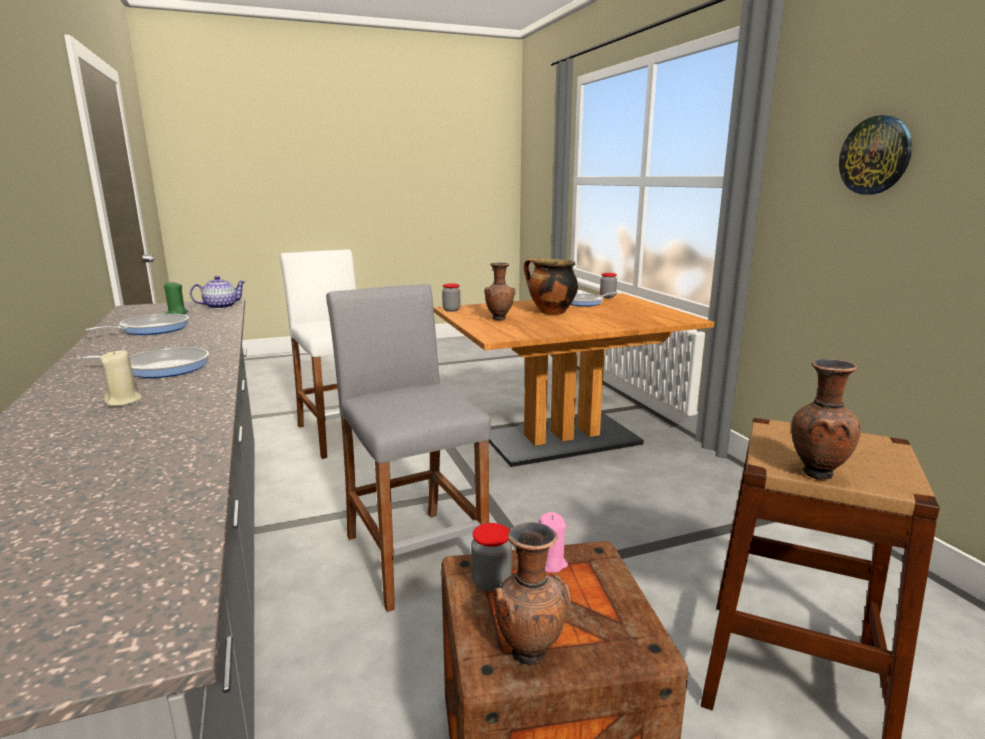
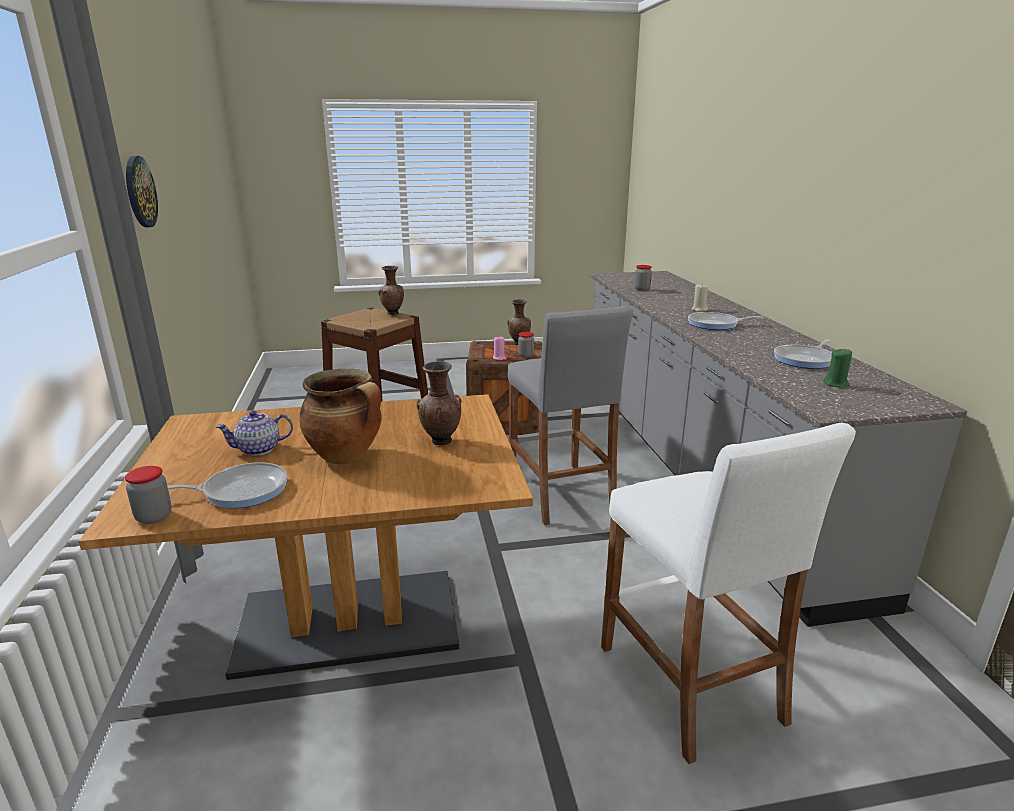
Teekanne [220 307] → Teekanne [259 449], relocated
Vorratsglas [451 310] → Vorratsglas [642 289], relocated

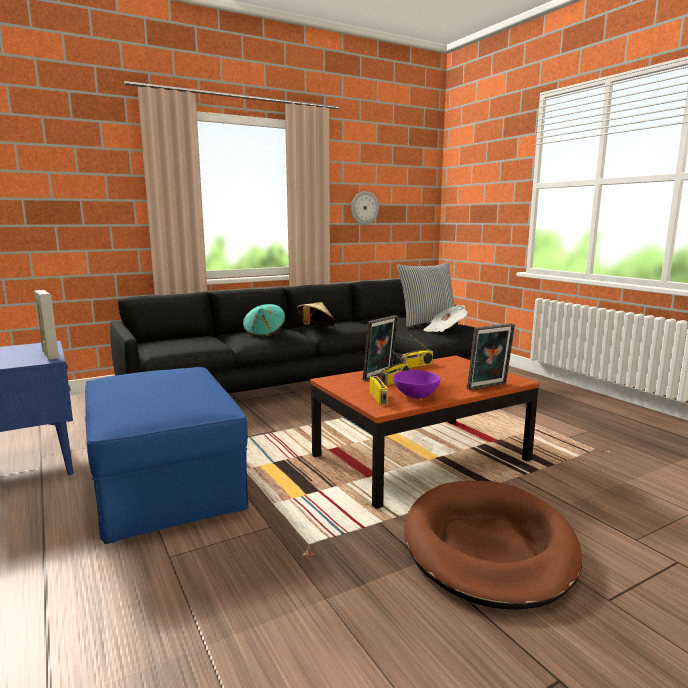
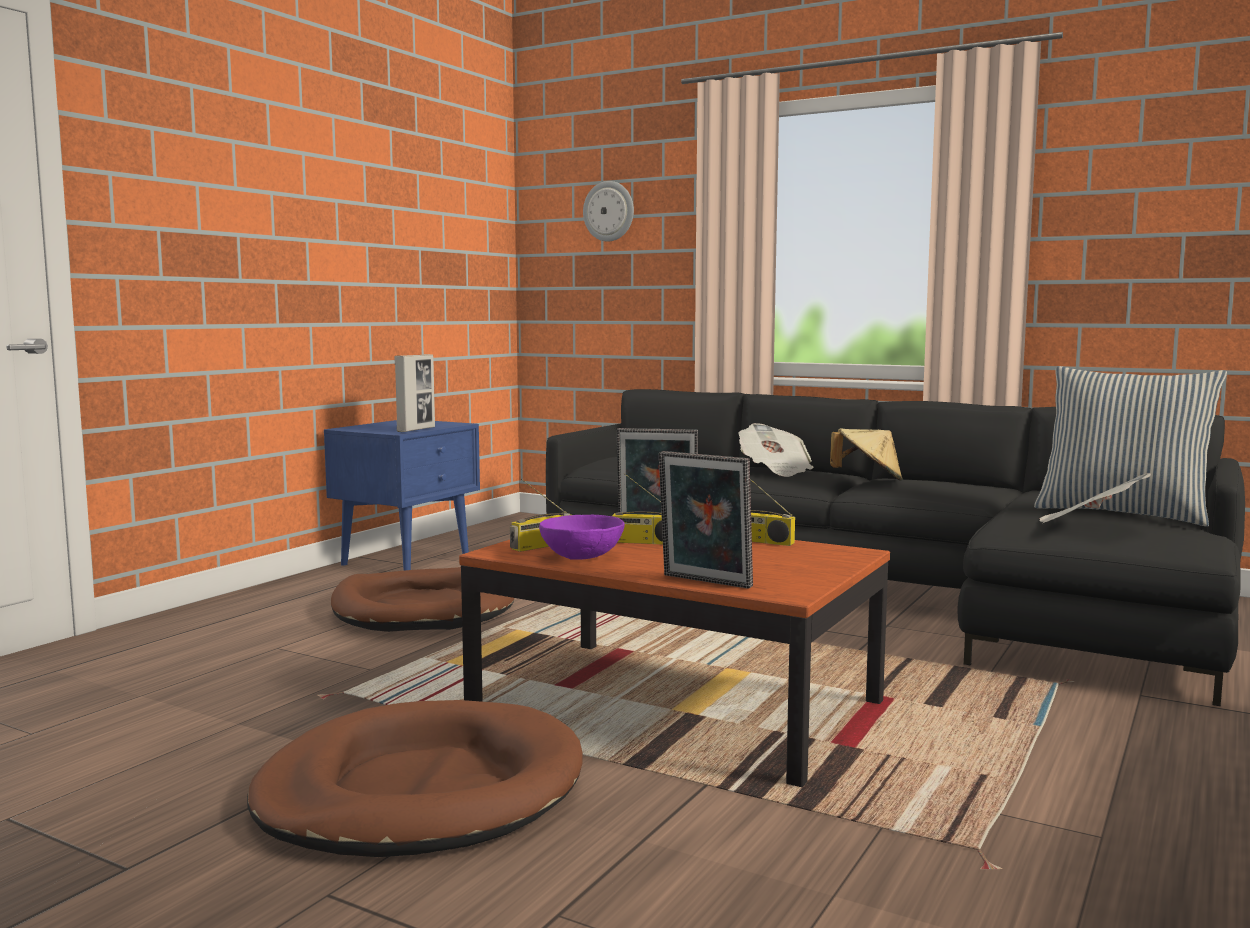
Wanduhr [364 208] → Wanduhr [609 211], relocated
Polsterhocker (blau) [165 484] → Hundebett (braun) [423 608]
Hut (türkis) [265 333] → Zeitung [775 471]

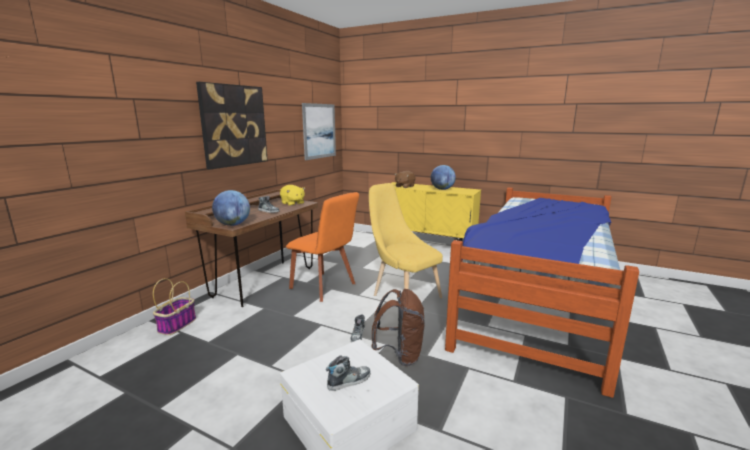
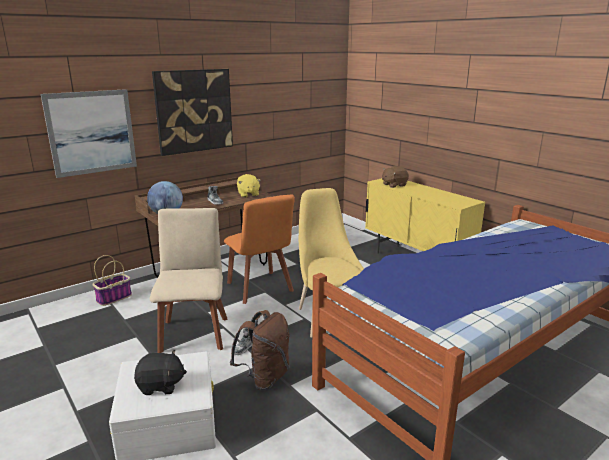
Globus [442 189] → -
- → Stuhl (beige) [194 332]
Bild [319 131] → Bild [91 132], relocated
Schuh [349 381] → Plüschtier (schwarz) [160 385]

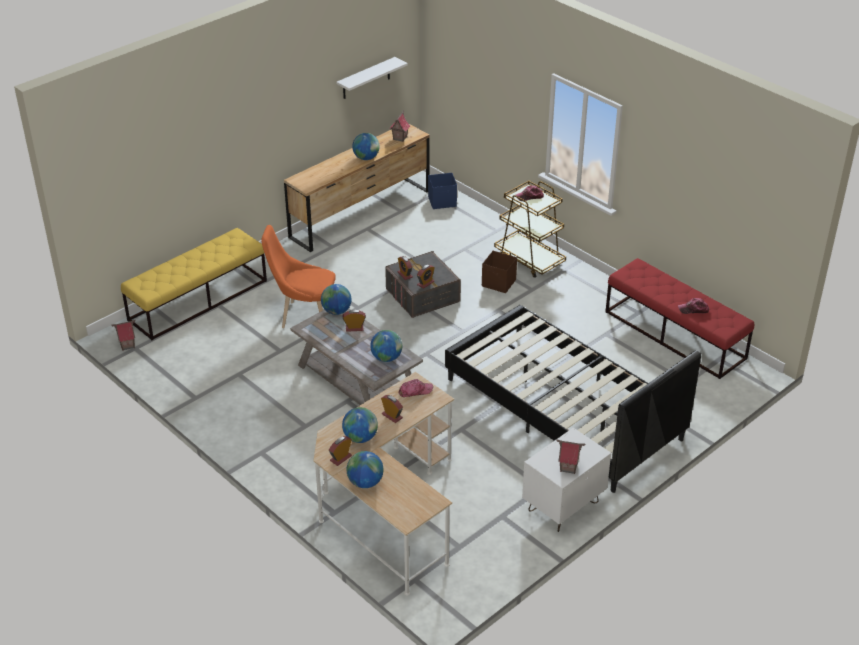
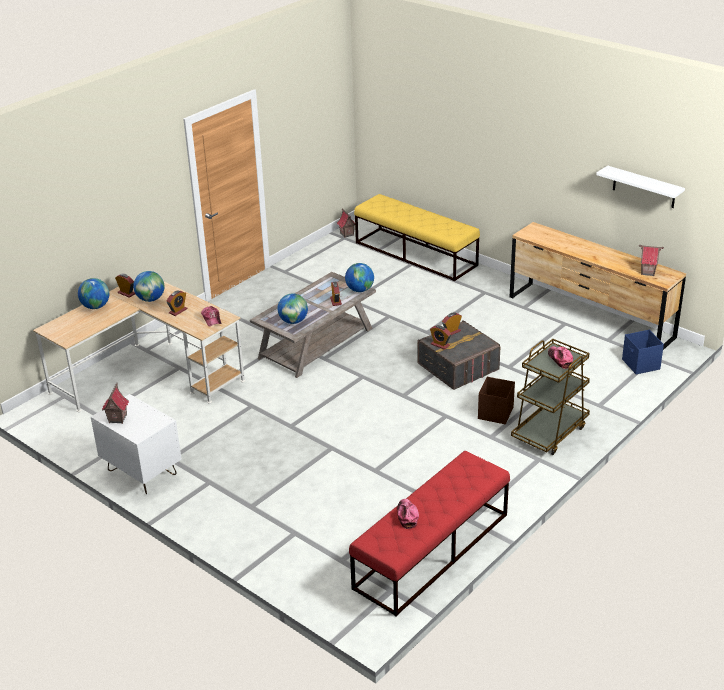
Stuhl (orange) [304 316] → -
Globus [366 158] → -
Bett (schwarz) [563 409] → -

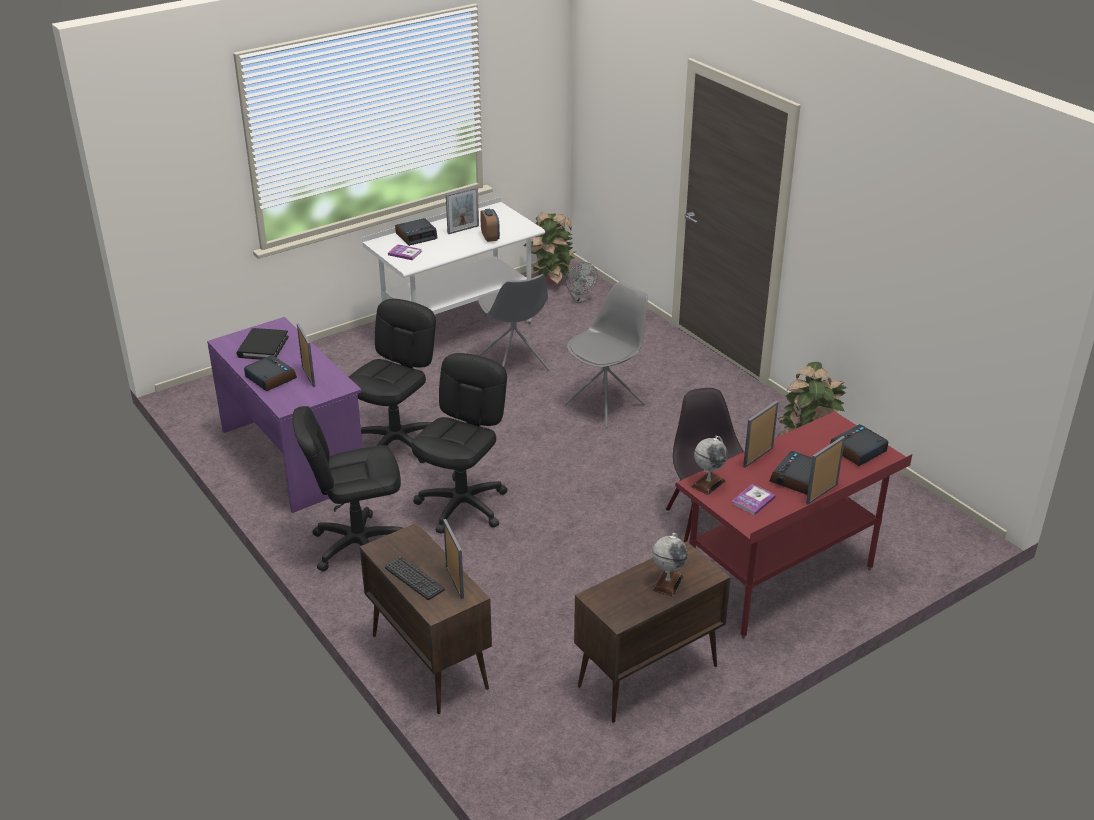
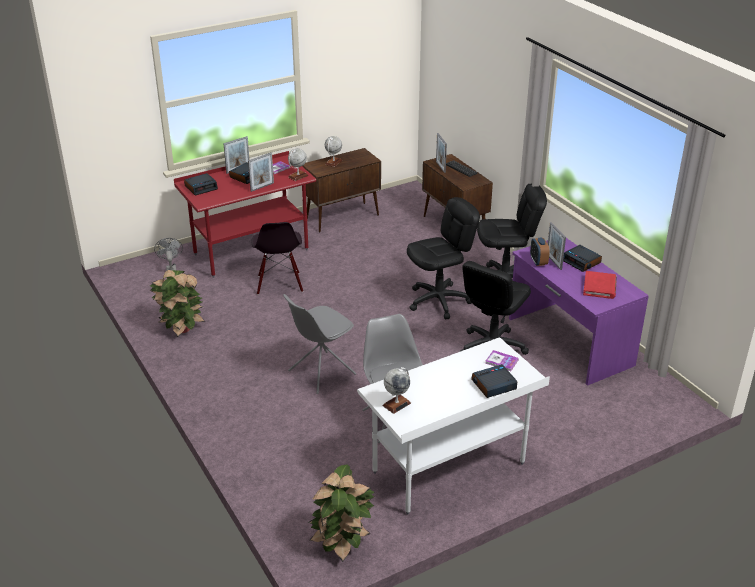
Bilderrahmen [463 230] → -
- → Globus [396 404]
Wecker [490 237] → Wecker [538 262], relocated
Ventilator (grau) [580 299] → Ventilator (grau) [171 269], relocated
Buch (schwarz) [263 347] → Buch (rot) [599 287]
Bürostuhl (schwarz) [463 506] → Bürostuhl (schwarz) [439 301], 150 degrees counterclockwise

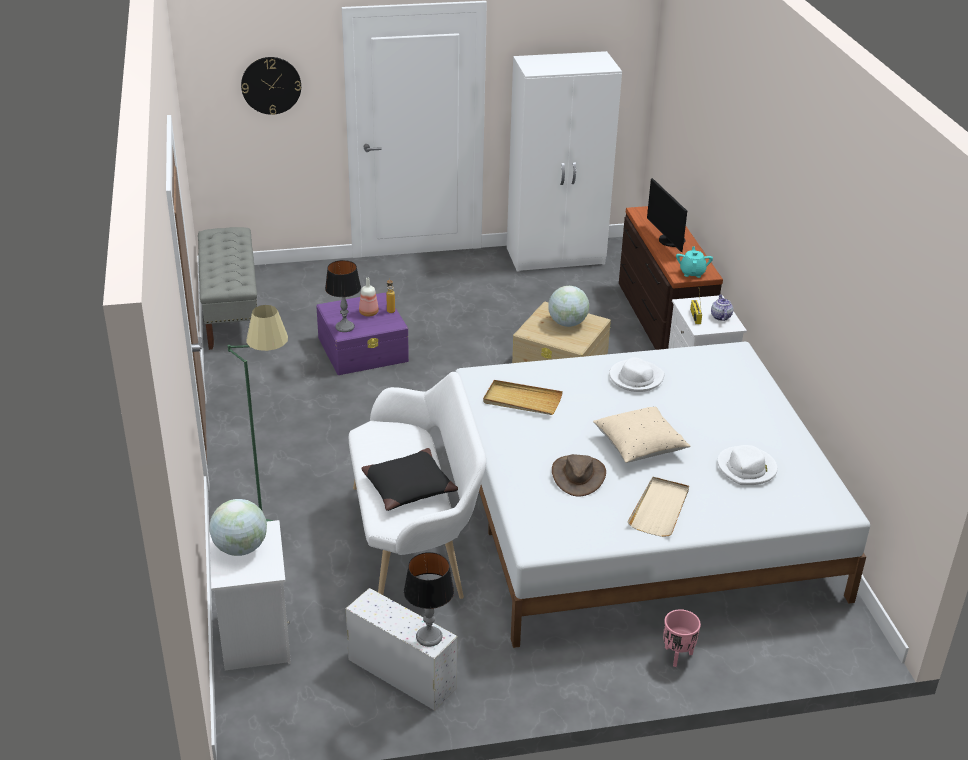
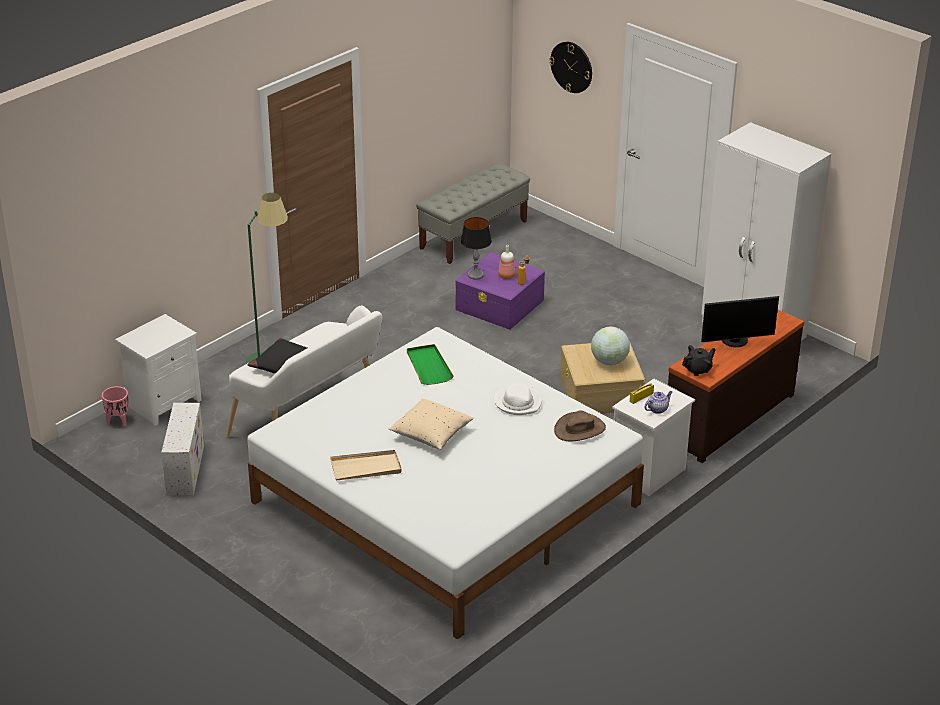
Globus [240 548] → -
Tischlampe [429 637] → -
Hut (weiß) [747 468] → -
Hut (braun) [578 476] → Hut (braun) [579 429], relocated
Pflanzkübel (rosa) [677 655] → Pflanzkübel (rosa) [118 421], relocated
Tablett (beige) [522 400] → Tablett (grün) [428 366]
Teekanne (türkis) [692 272] → Teekanne (schwarz) [698 370]
Monitor [669 241] → Monitor [735 341], 135 degrees counterclockwise

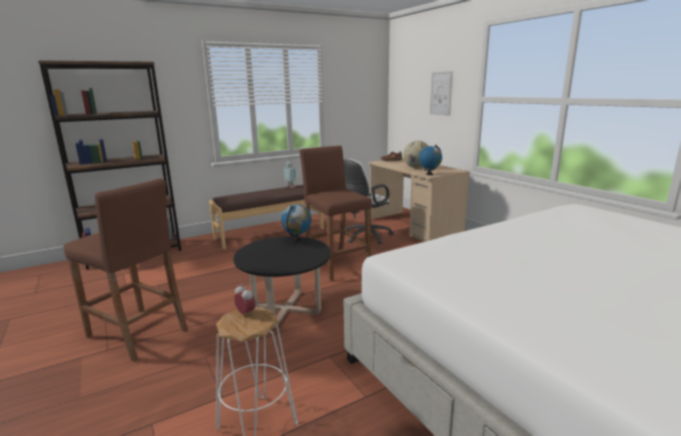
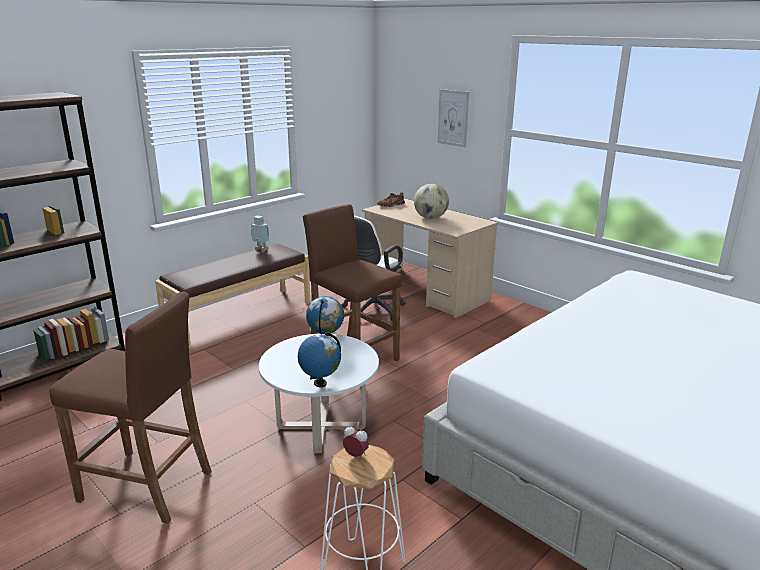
Globus [429 174] → Globus [320 383], relocated
Couchtisch (schwarz) [286 309] → Couchtisch (weiß) [321 427]

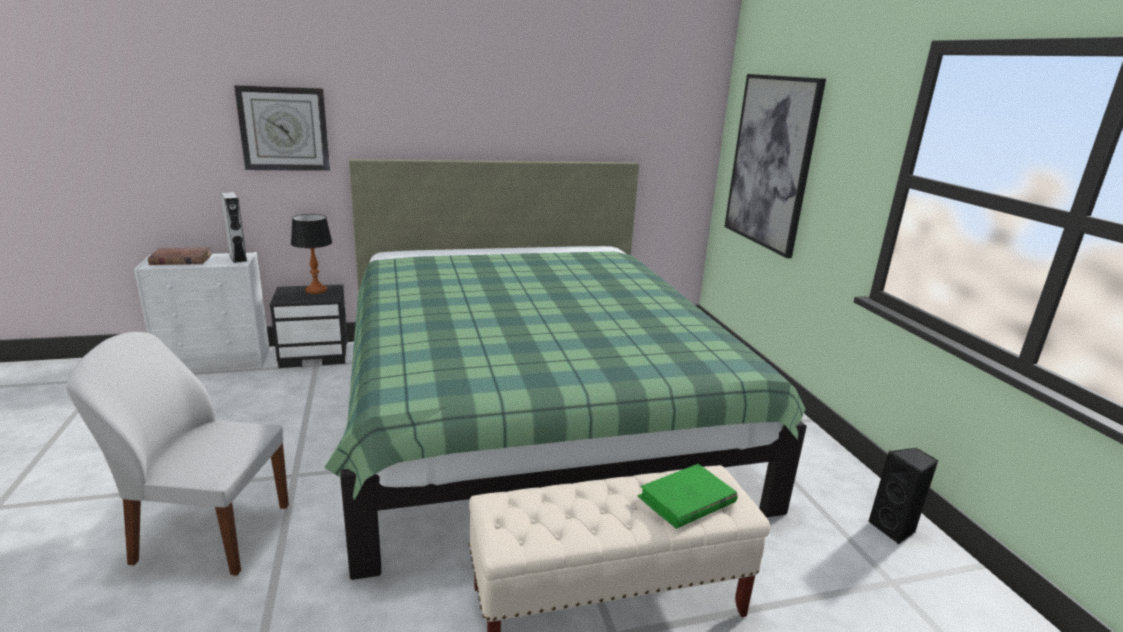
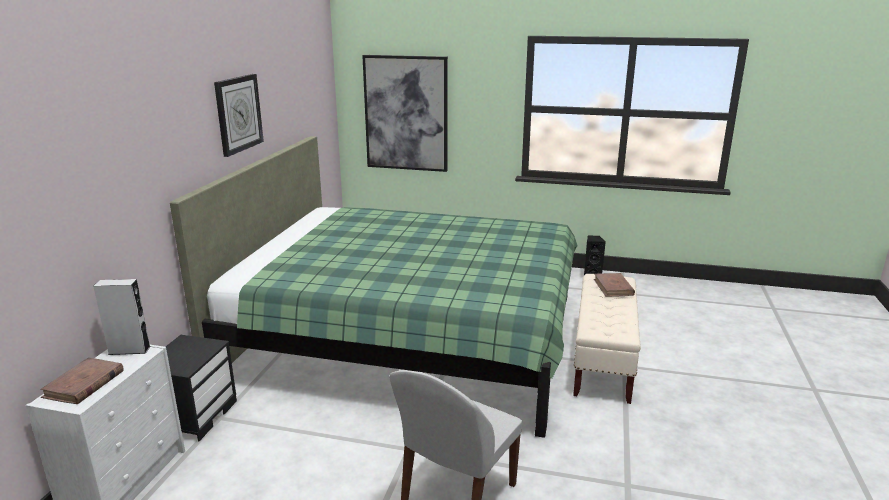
Tischlampe [316 290] → -
Wanduhr [284 129] → Wanduhr [238 114], relocated
Buch (grün) [686 500] → Buch (braun) [613 287]

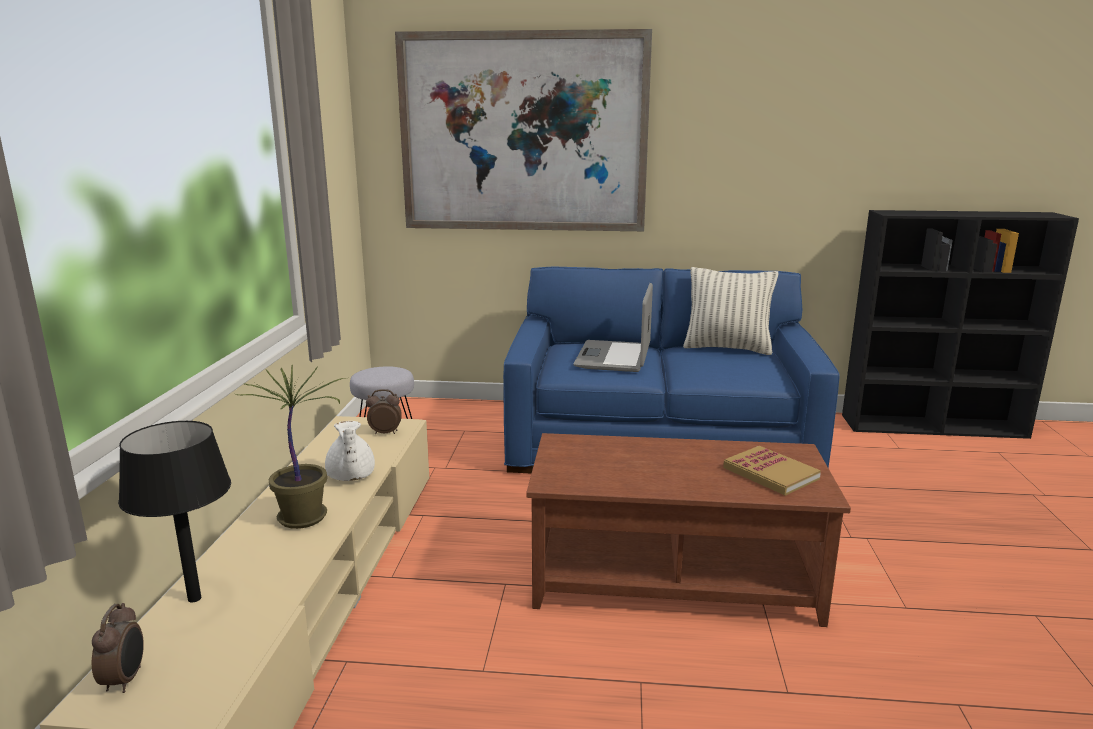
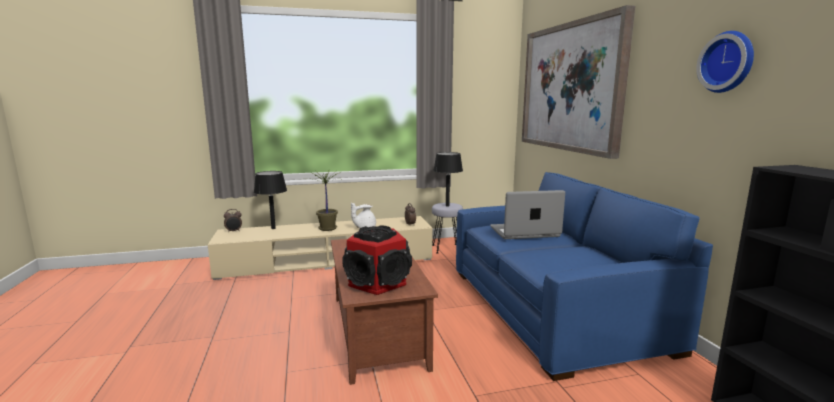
Kissen [727 348] → -
- → Tischlampe (schwarz) [447 206]
- → Wanduhr [728 62]
Buch [770 473] → Lautsprecher [378 282]

